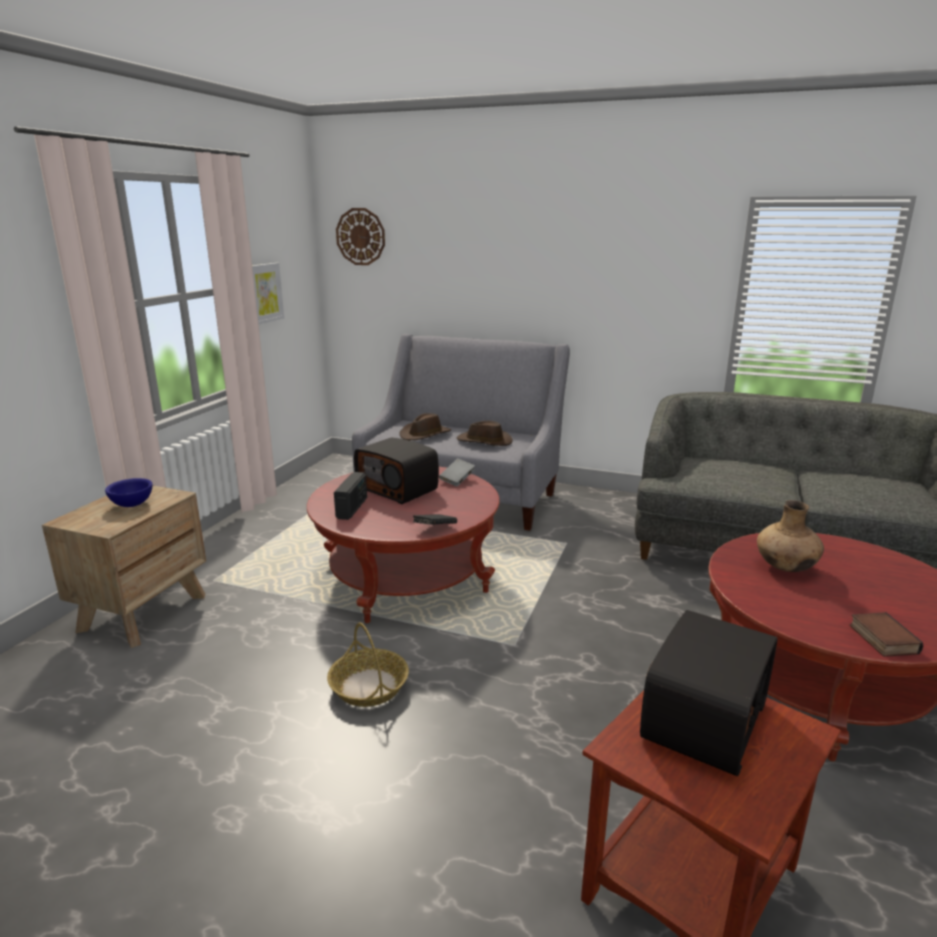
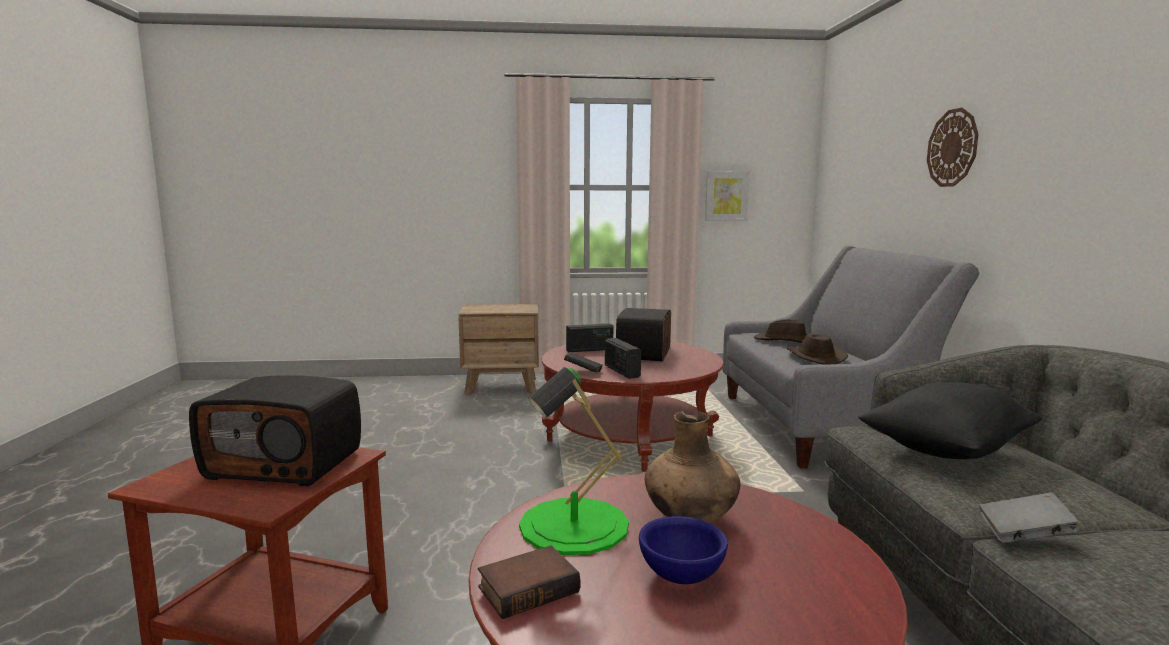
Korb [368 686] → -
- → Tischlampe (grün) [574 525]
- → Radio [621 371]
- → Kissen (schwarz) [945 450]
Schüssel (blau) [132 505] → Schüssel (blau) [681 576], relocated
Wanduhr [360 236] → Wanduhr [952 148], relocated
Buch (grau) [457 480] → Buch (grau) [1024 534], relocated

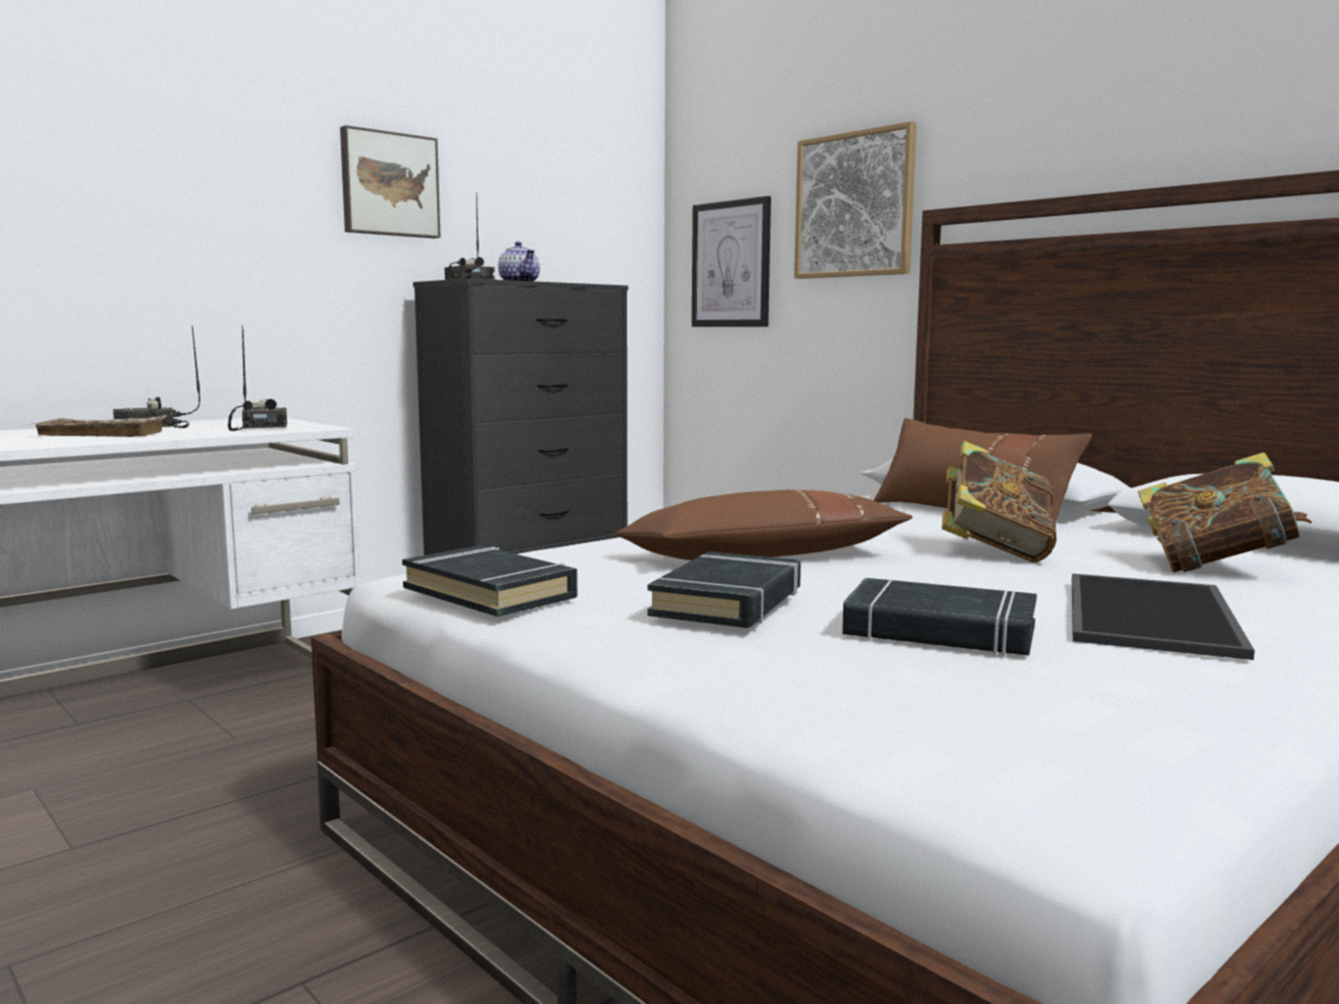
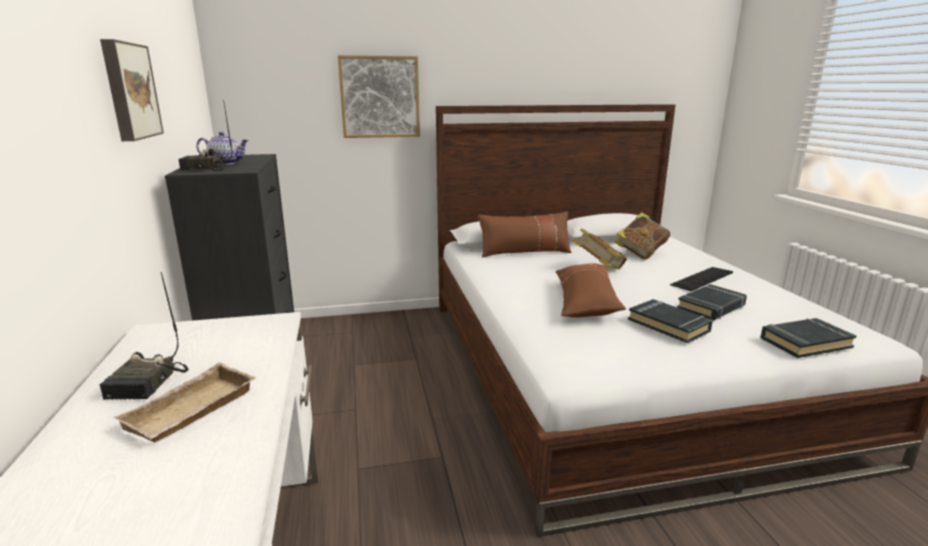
Radio [259 427] → -
Bild [731 264] → -
Buch (schwarz) [490 592] → Buch (schwarz) [805 342], relocated
Tablett [1155 616] → Tastatur [702 278]

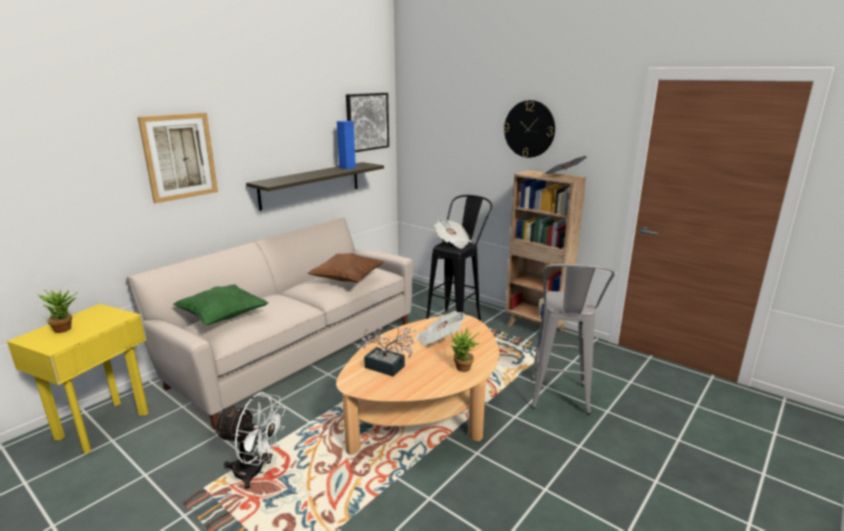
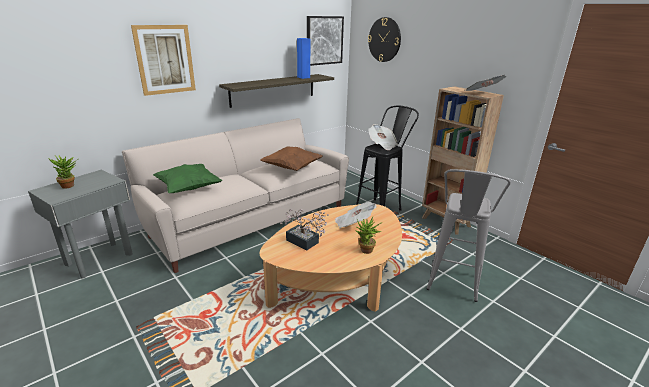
Ventilator (weiß) [255 472] → -
Wanduhr [529 129] → Wanduhr [384 40], relocated
Beistelltisch (gelb) [103 425] → Beistelltisch (grau) [99 259]

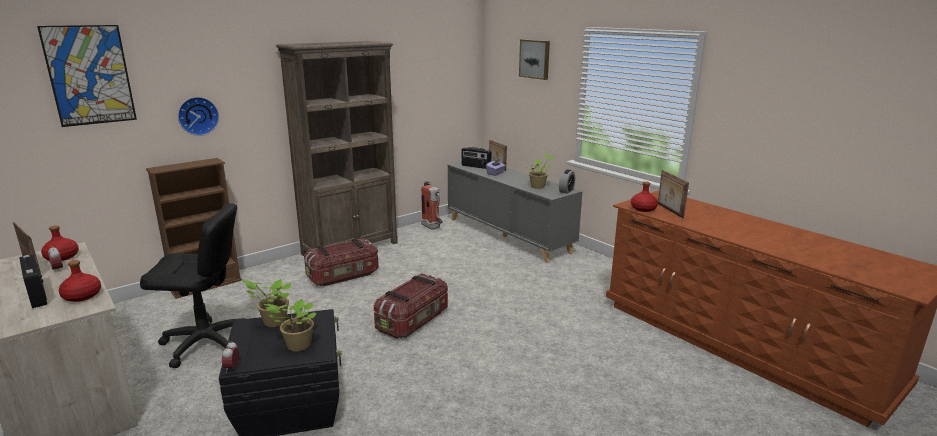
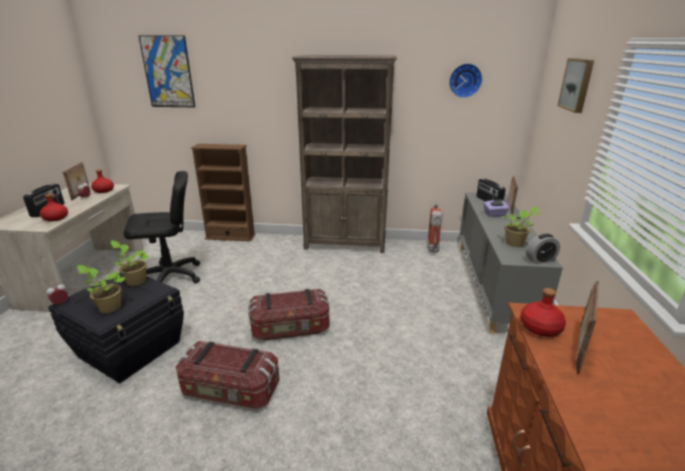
Wanduhr [197 116] → Wanduhr [465 80], relocated
Aufbewahrungsbox [343 276] → Aufbewahrungsbox [230 391], relocated
Bürostuhl (schwarz) [206 343] → Bürostuhl (schwarz) [170 277], 60 degrees counterclockwise

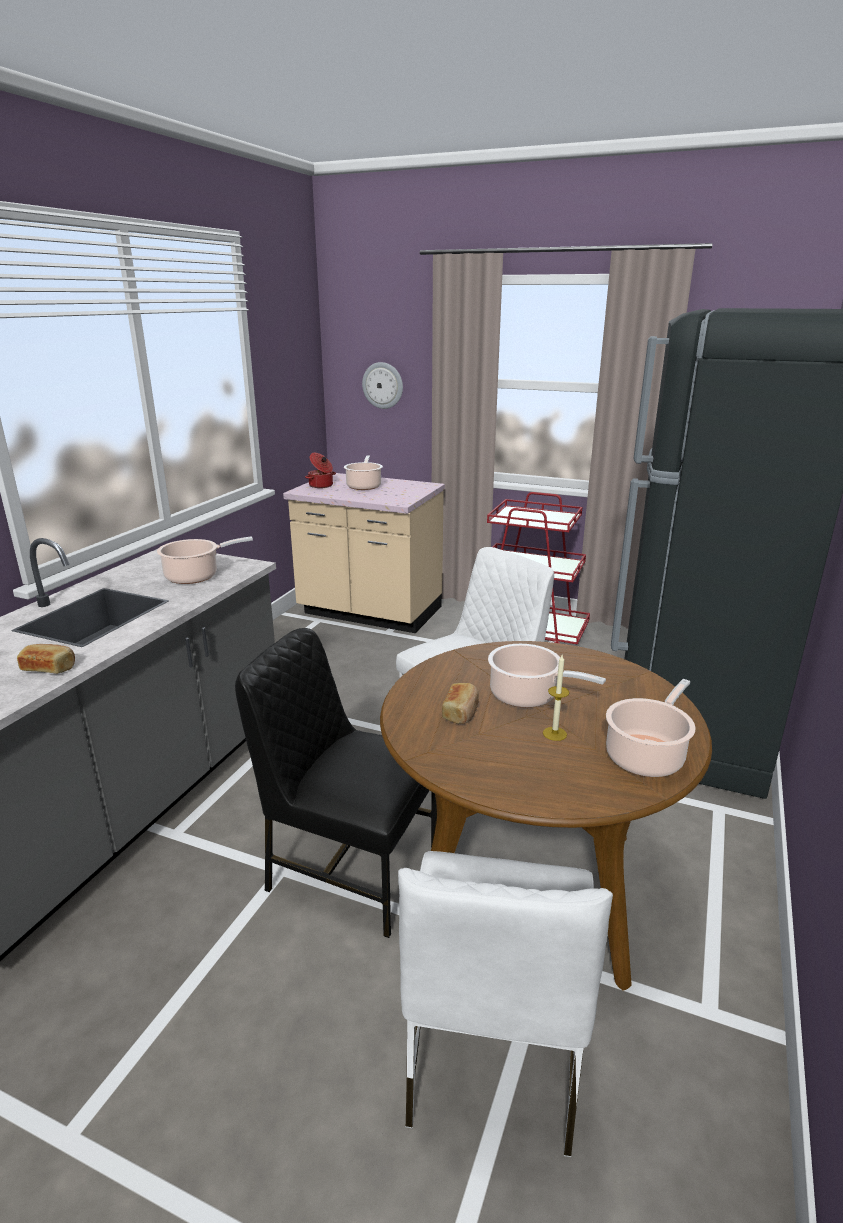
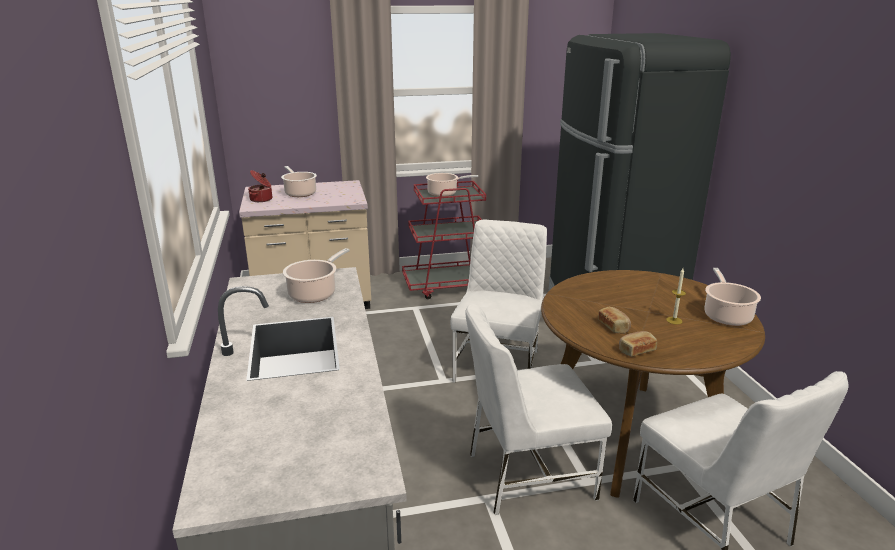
Wanduhr [383 385] → -
Brot [49 668] → Brot [636 350], relocated
Kochtopf [527 696] → Kochtopf [444 193], relocated
Stuhl (schwarz) [350 867] → Stuhl (weiß) [528 474]

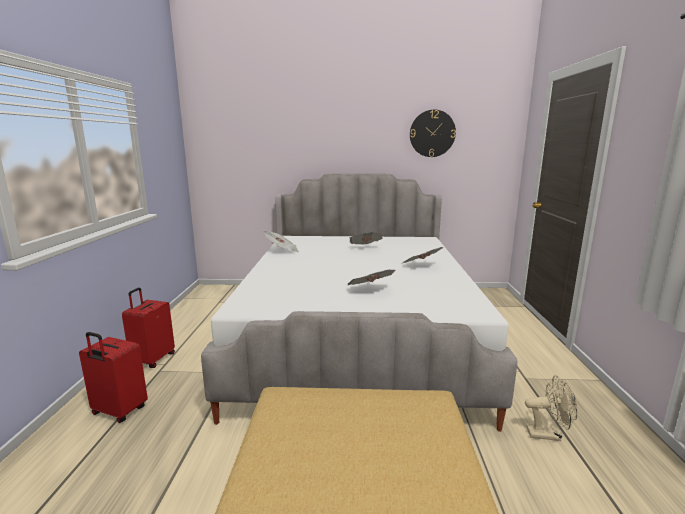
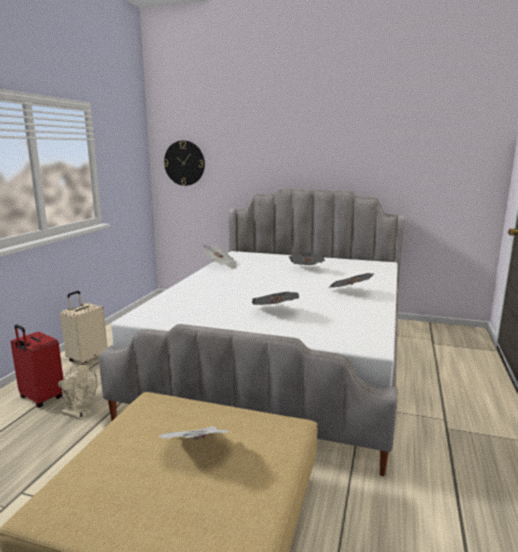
- → Zeitung [198 449]
Wanduhr [432 133] → Wanduhr [184 163], relocated
Ventilator (beige) [548 434] → Ventilator (beige) [80 414], relocated
Koffer (rot) [153 359] → Koffer (beige) [87 359]

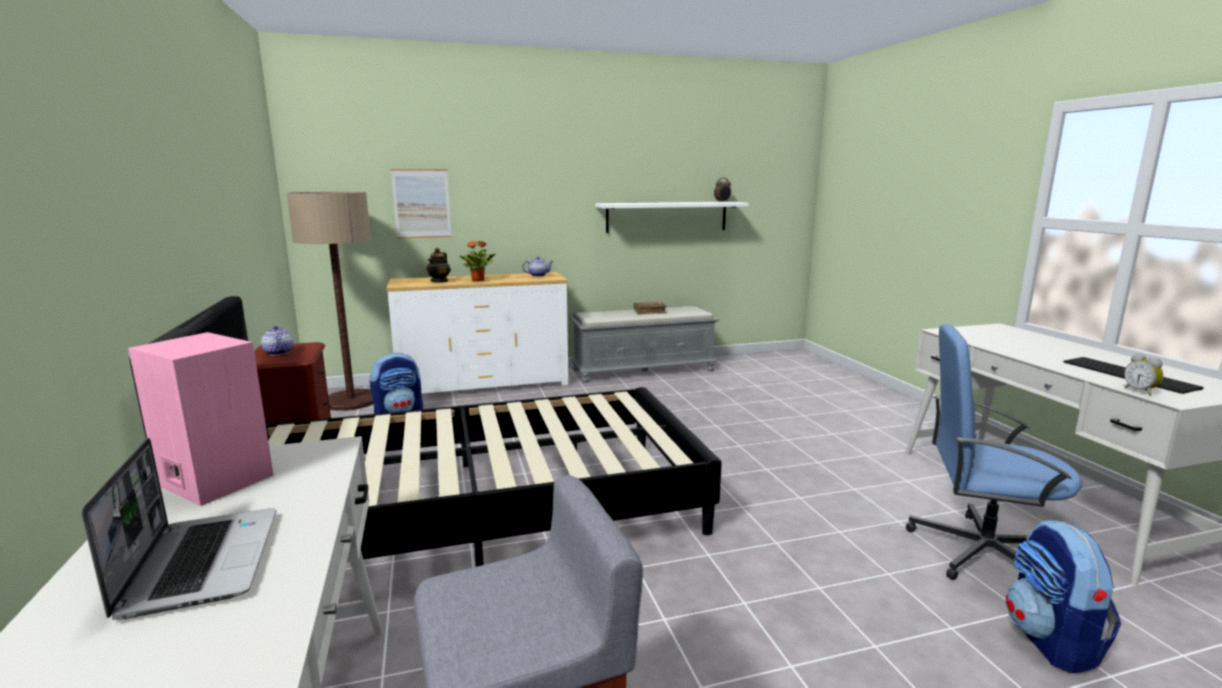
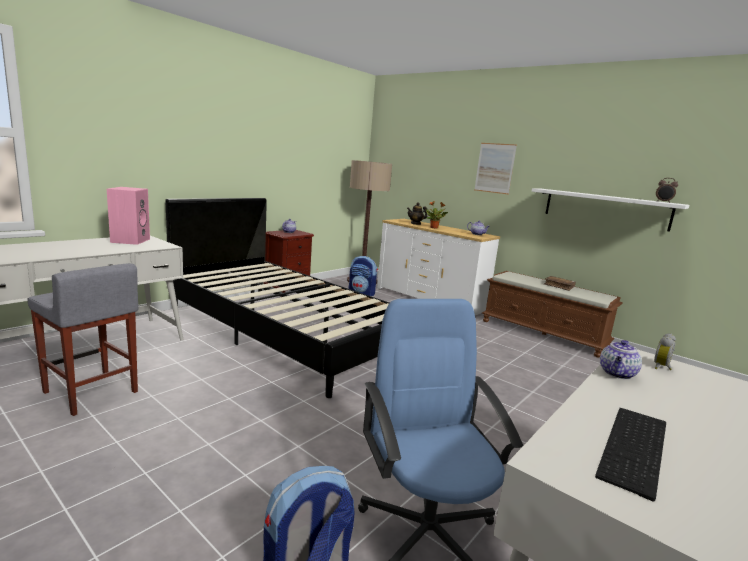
Laptop [201 561] → -
- → Teekanne [617 374]
Bild [422 203] → Bild [495 168], relocated
Wecker [1140 391] → Wecker [662 367], relocated
Bank (grau) [643 369] → Bank (braun) [544 333]

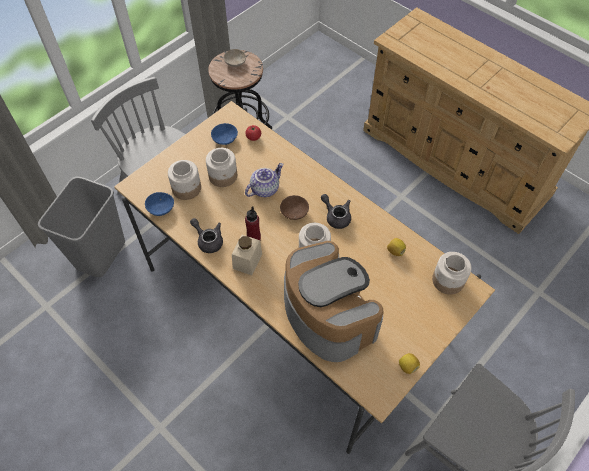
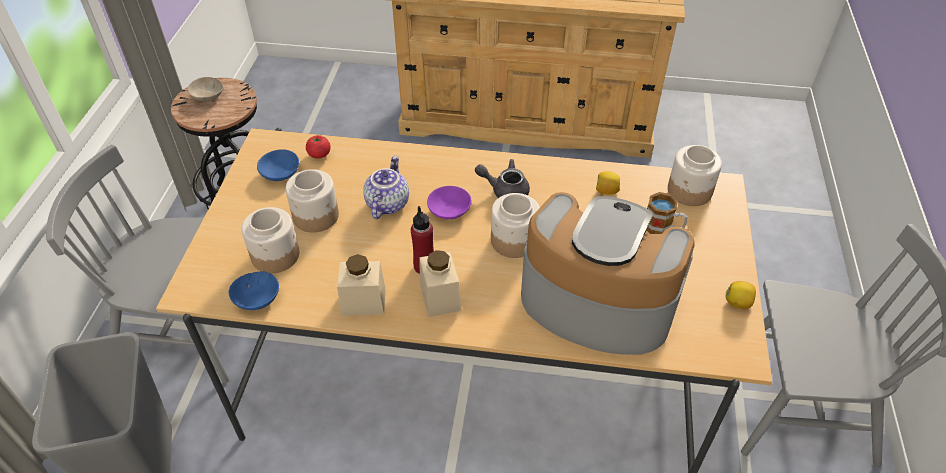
- → Henkelbecher [663 228]
Teekanne (grau) [208 240] → Vorratsglas (beige) [363 301]
Schüssel (braun) [295 211] → Schüssel (lila) [449 209]

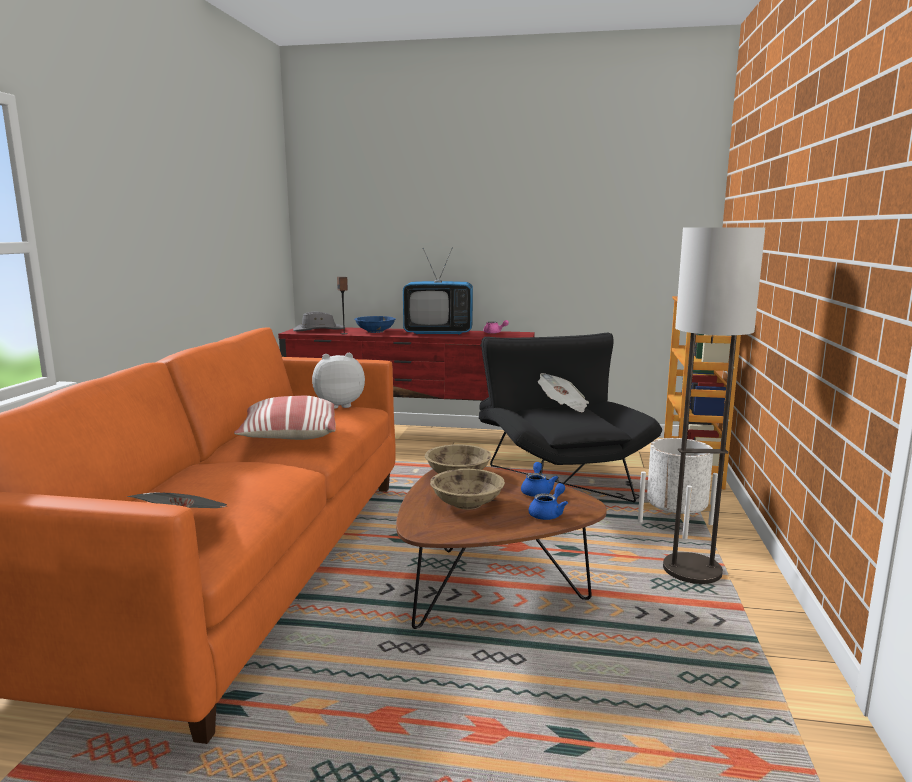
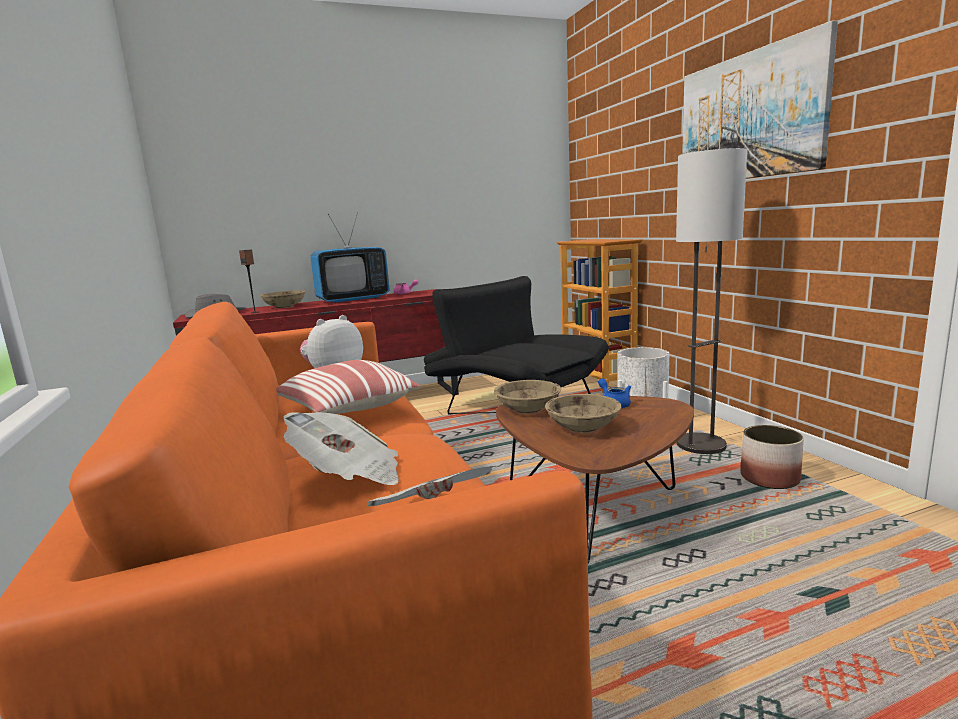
Teekanne (blau) [548 514] → -
- → Bild [749 117]
- → Pflanzkübel [770 478]
Zeitung [563 406] → Zeitung [349 475], relocated
Schüssel (blau) [375 331] → Schüssel (beige) [285 307]

